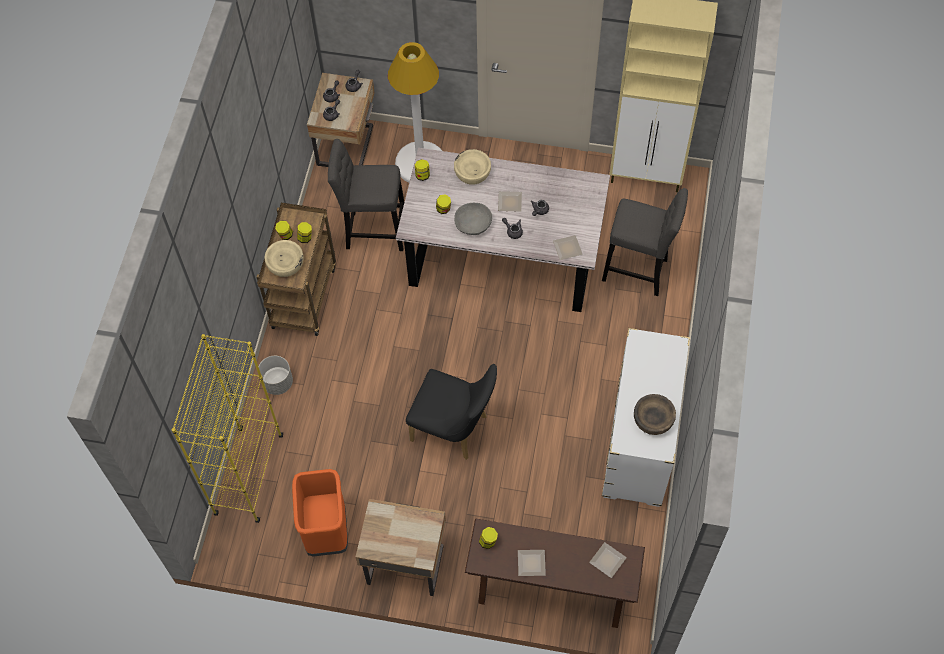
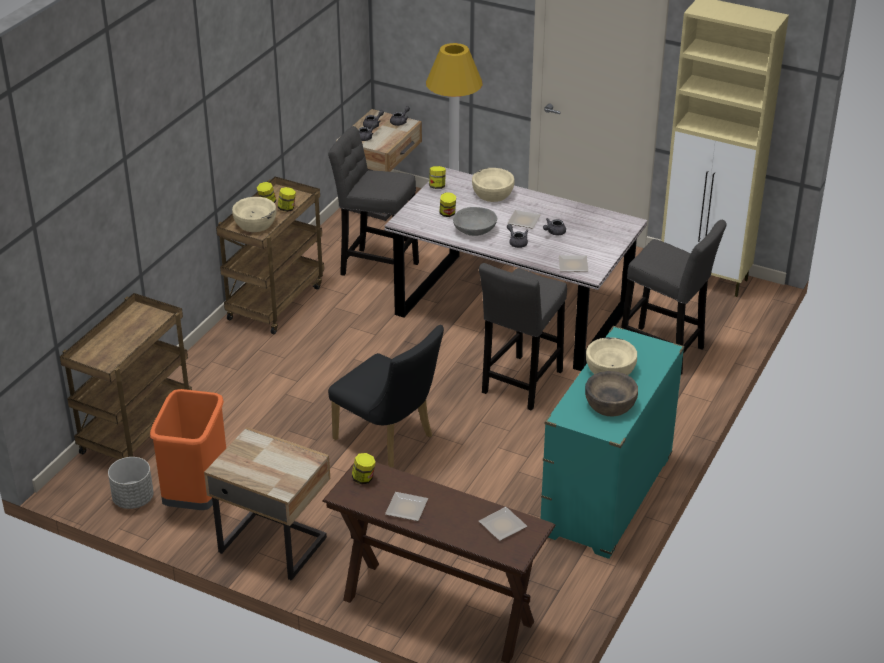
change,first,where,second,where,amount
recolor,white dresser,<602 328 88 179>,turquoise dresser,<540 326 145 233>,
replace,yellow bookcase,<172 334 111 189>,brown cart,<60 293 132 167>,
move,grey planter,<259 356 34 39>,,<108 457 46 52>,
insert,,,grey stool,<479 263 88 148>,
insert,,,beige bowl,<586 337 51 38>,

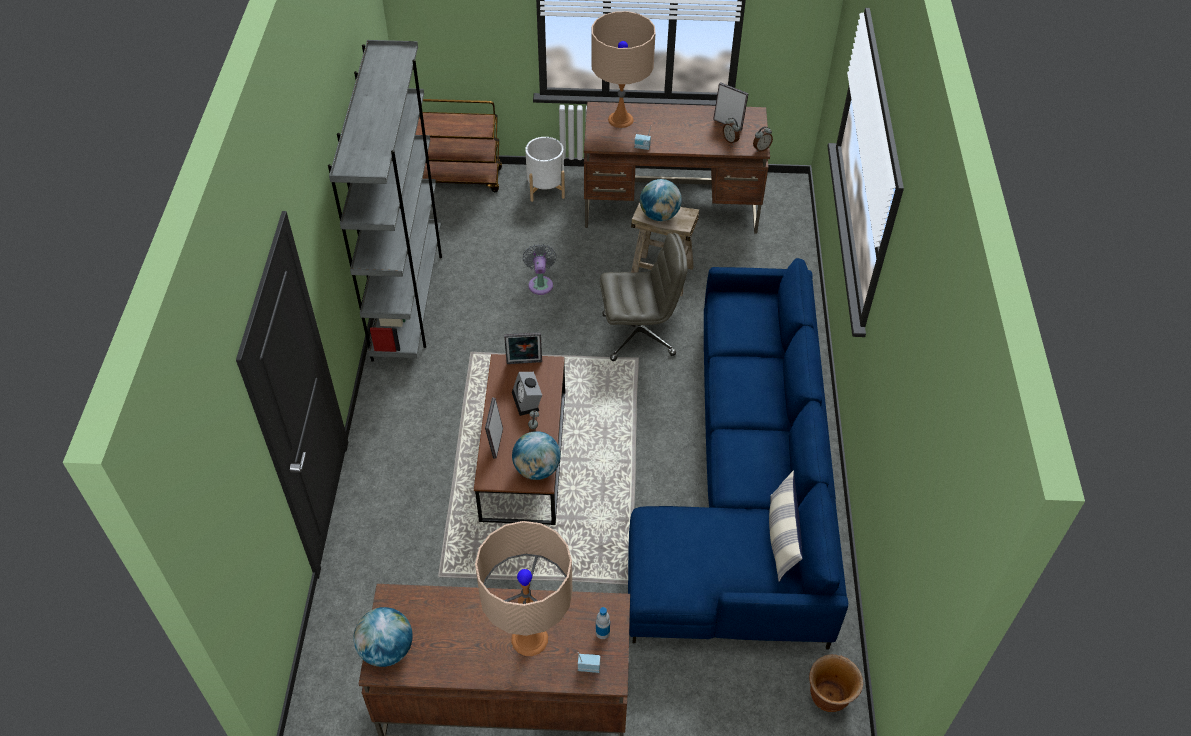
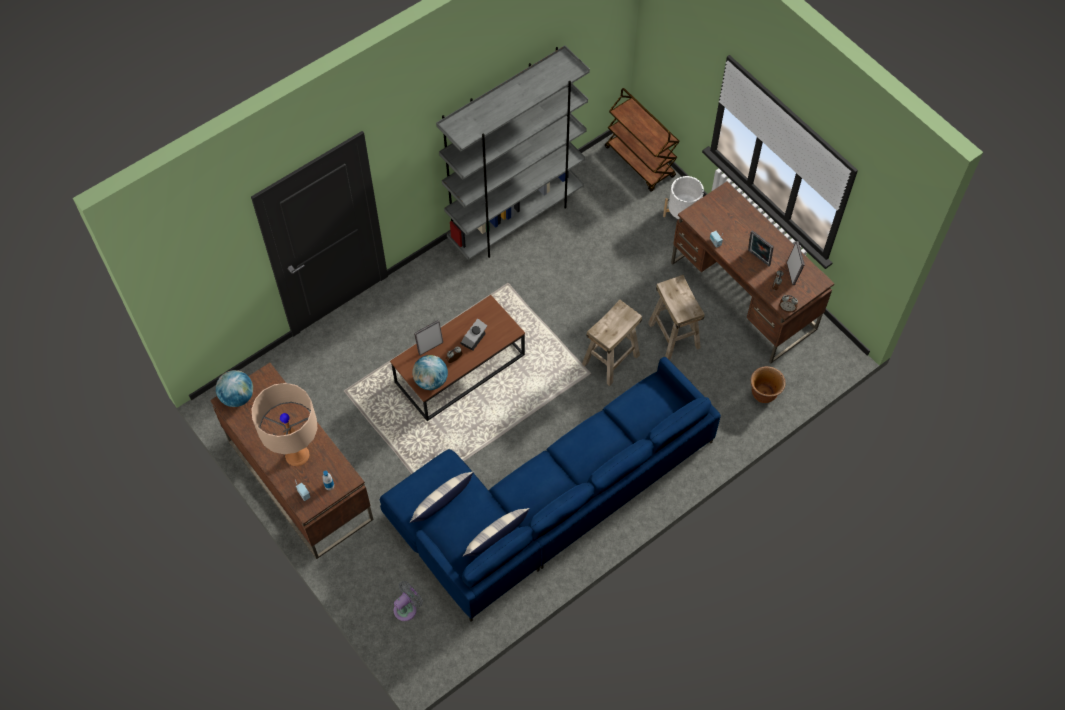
change,first,where,second,where,amount
delete,beige table lamp,<591 11 64 117>,,,
delete,globe,<640 179 42 42>,,,
replace,grey office chair,<600 233 87 128>,beige stool,<582 300 60 86>,
move,grey fan,<523 244 34 51>,,<394 581 29 40>,
move,picture frame,<504 332 38 32>,,<748 230 26 36>,
move,brown planter,<809 654 54 58>,,<751 366 35 37>,
insert,,,pillow,<410 472 64 51>,

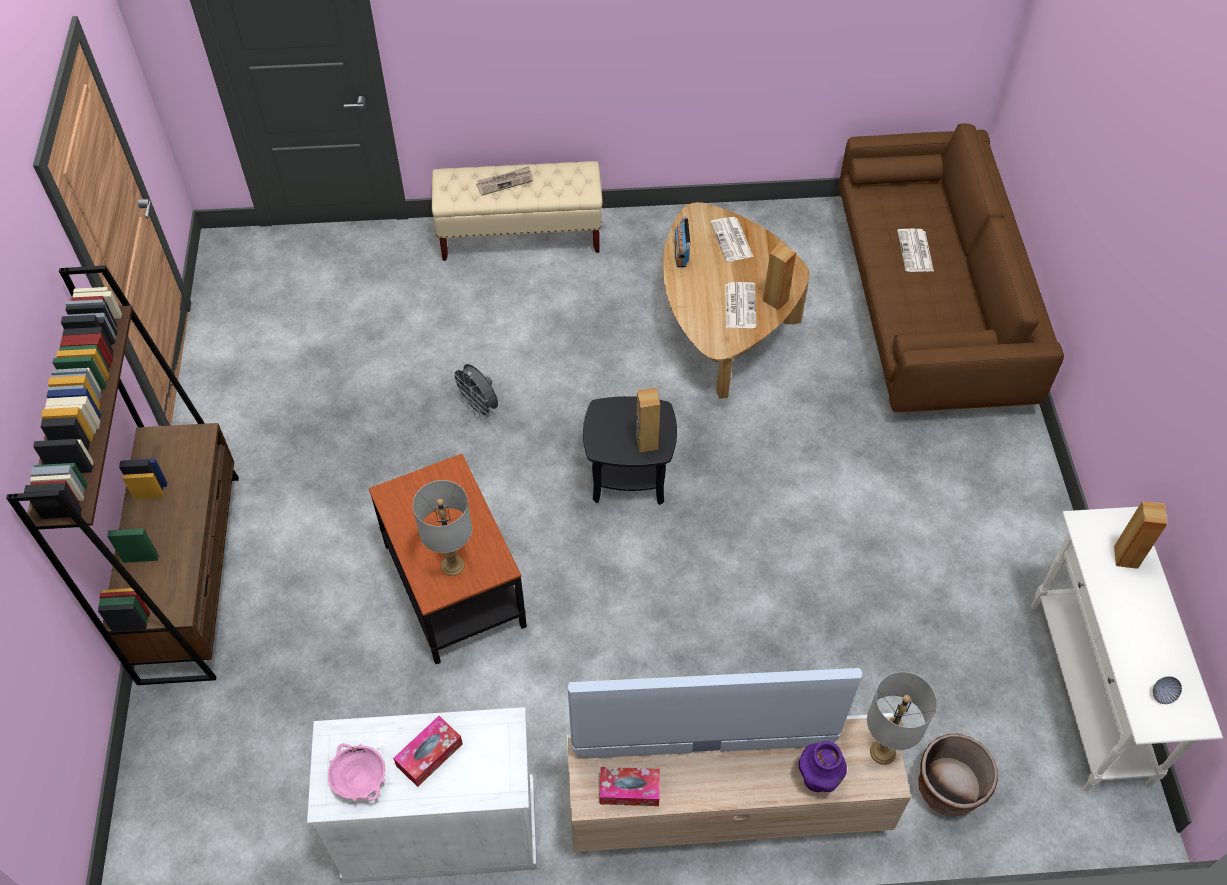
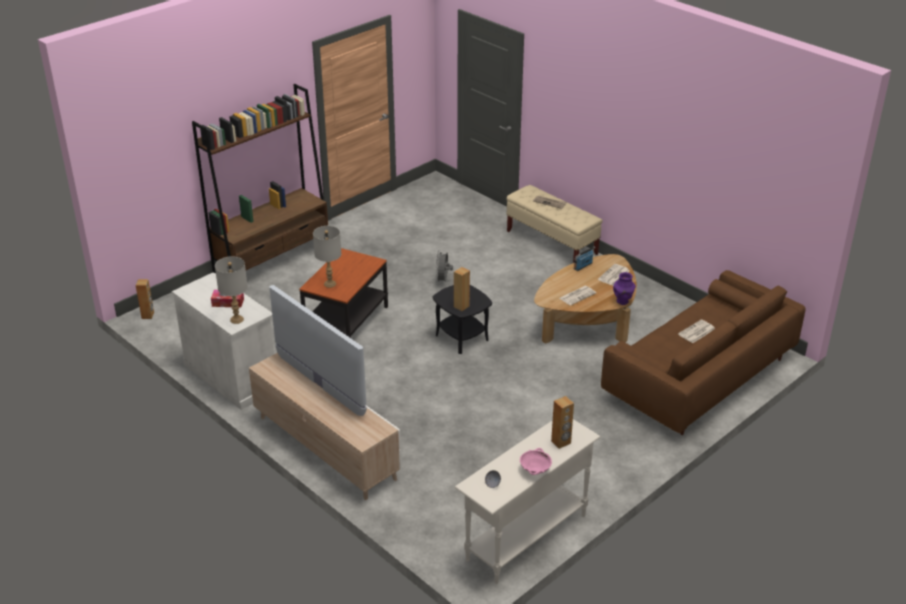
change,first,where,second,where,amount
move,brown speaker,<763 243 33 67>,,<135 279 19 40>,
move,grey table lamp,<867 672 70 93>,,<215 256 33 68>,
delete,brown planter,<918 734 80 83>,,,
move,purple vase,<798 741 49 51>,,<613 272 23 33>,
move,pink bowl,<328 743 57 58>,,<520 448 32 27>,
delete,tissue box,<599 767 61 39>,,,

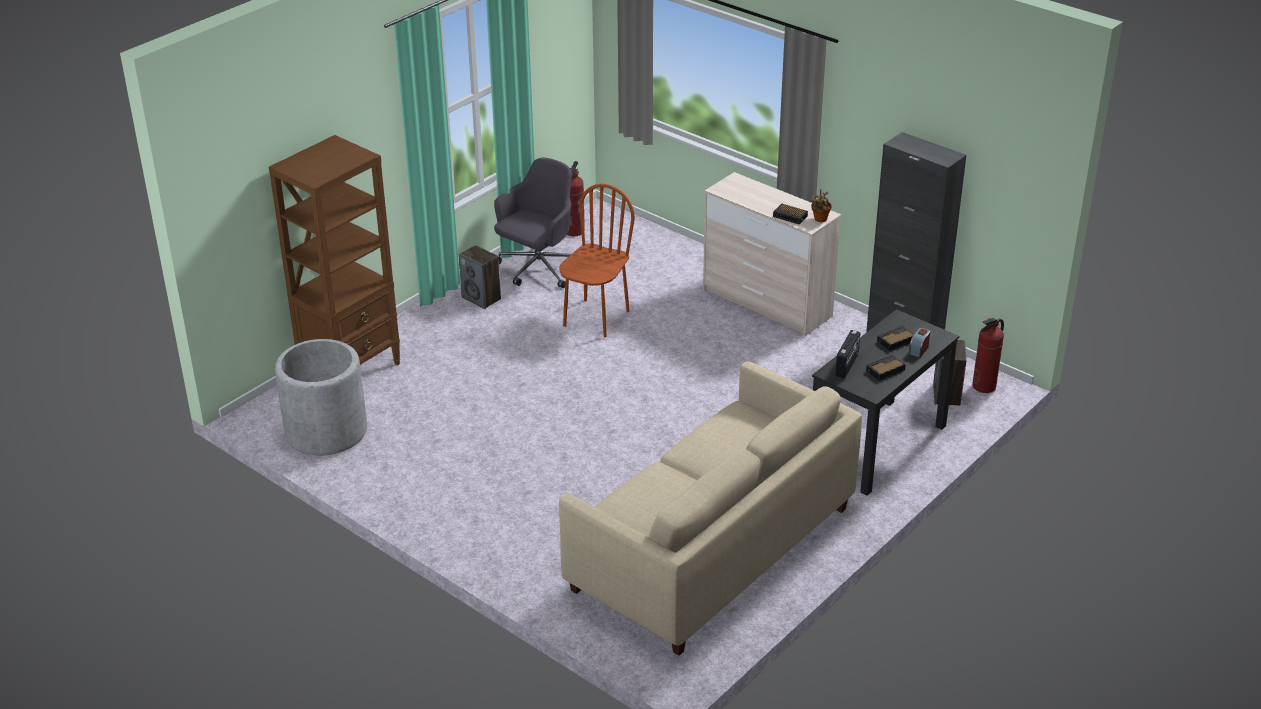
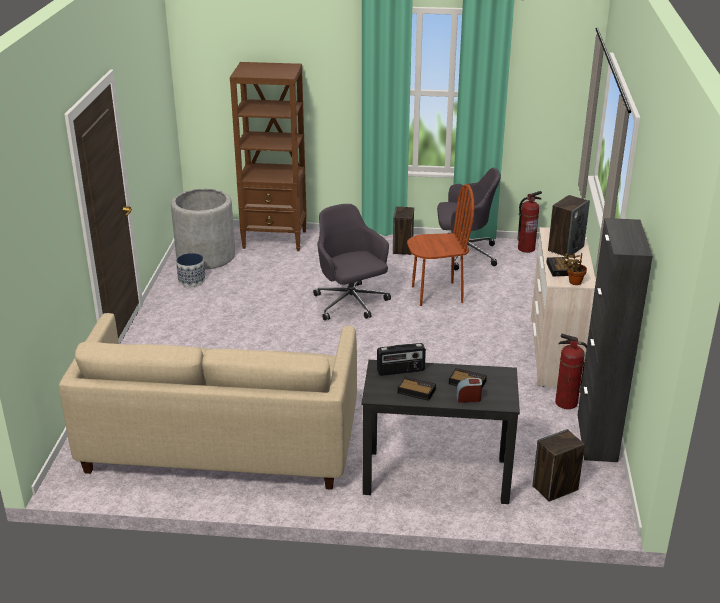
change,first,where,second,where,amount
move,fire extinguisher,<972 318 32 75>,,<555 334 32 75>,
insert,,,speaker,<548 195 42 63>,
insert,,,grey office chair,<313 204 78 117>,
insert,,,planter,<176 253 29 34>,

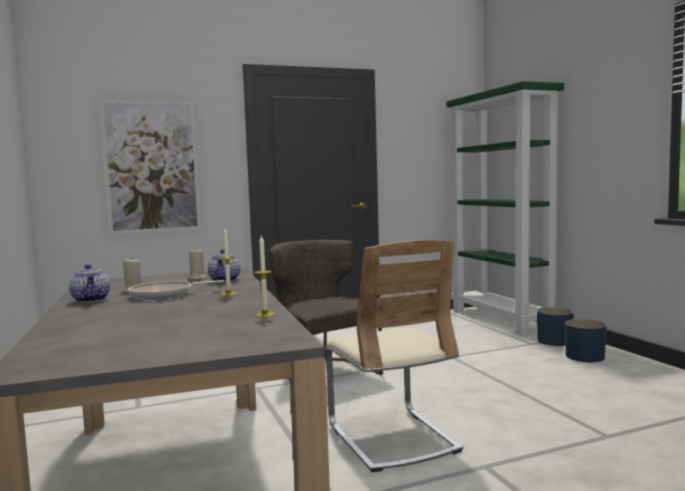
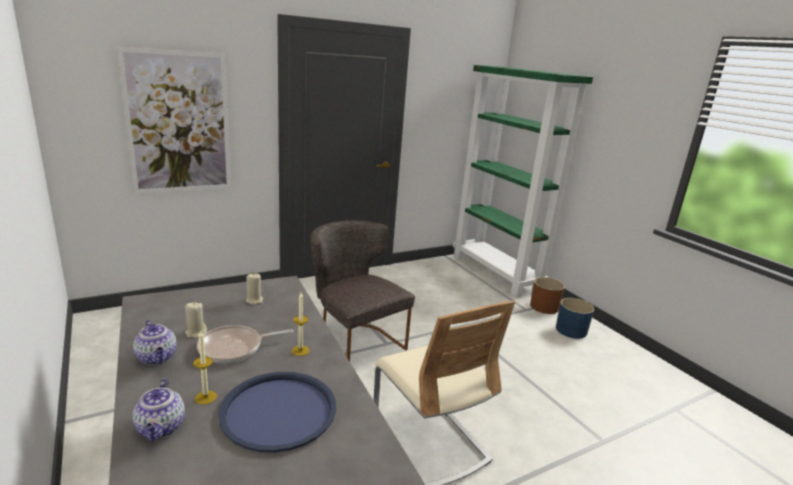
change,first,where,second,where,amount
move,candle,<254 235 22 82>,,<193 331 24 74>,
move,teapot,<208 249 32 33>,,<133 378 52 63>,
recolor,blue planter,<537 307 37 39>,brown planter,<530 277 35 37>,
insert,,,blue tray,<218 372 118 81>,

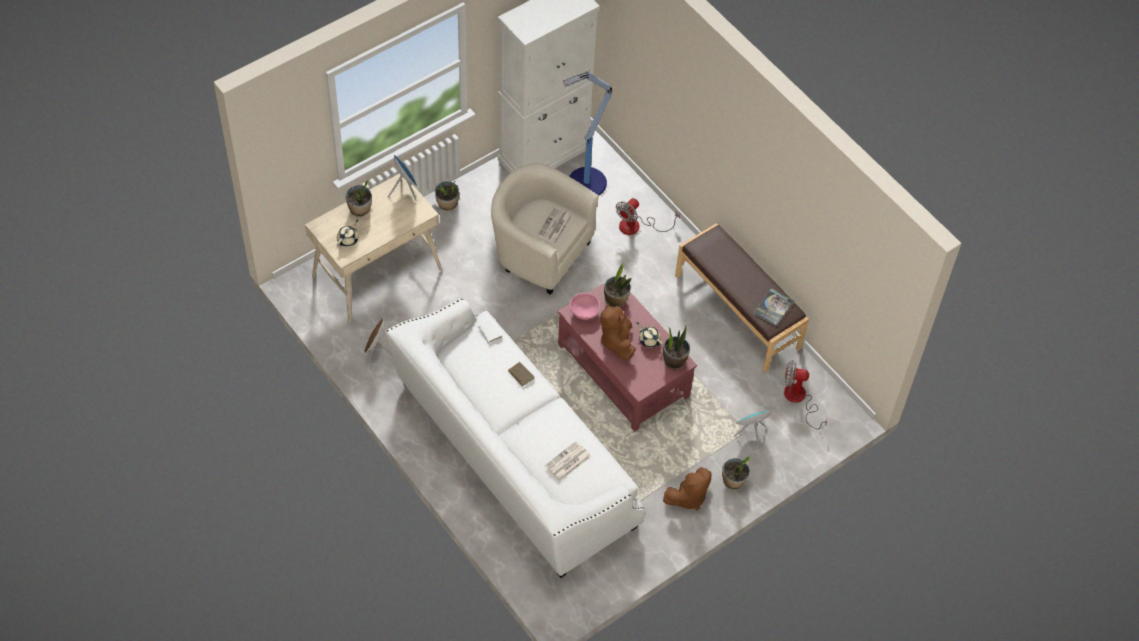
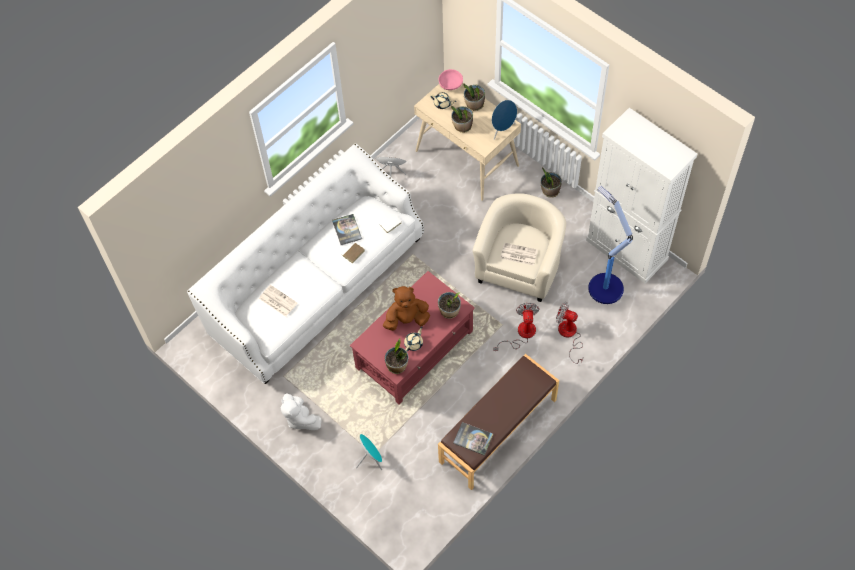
change,first,where,second,where,amount
move,pink bowl,<570 293 30 27>,,<439 69 24 21>,
move,fan,<784 360 43 69>,,<493 303 46 48>,
move,potted plant,<722 456 30 34>,,<451 106 22 27>,
recolor,brown plush toy,<663 467 49 43>,white plush toy,<281 394 40 36>,
insert,,,book,<332 214 30 31>,

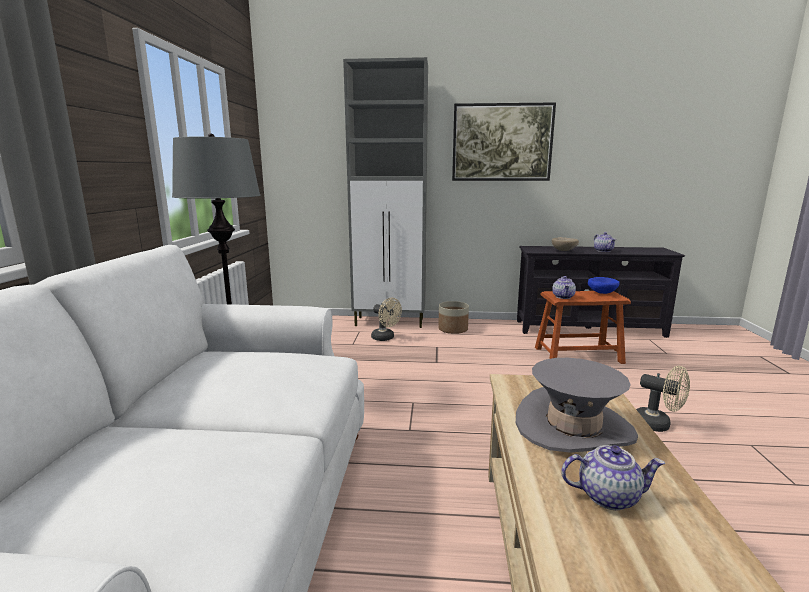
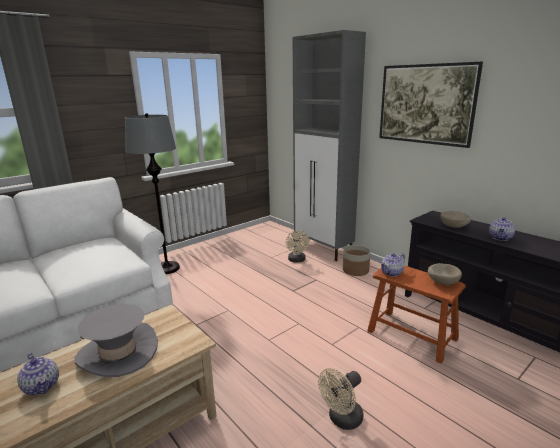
change,first,where,second,where,amount
recolor,blue bowl,<588 277 32 17>,beige bowl,<428 263 34 22>,
rotate,beige fan,<636 366 54 66>,,<318 368 46 62>,60 degrees clockwise

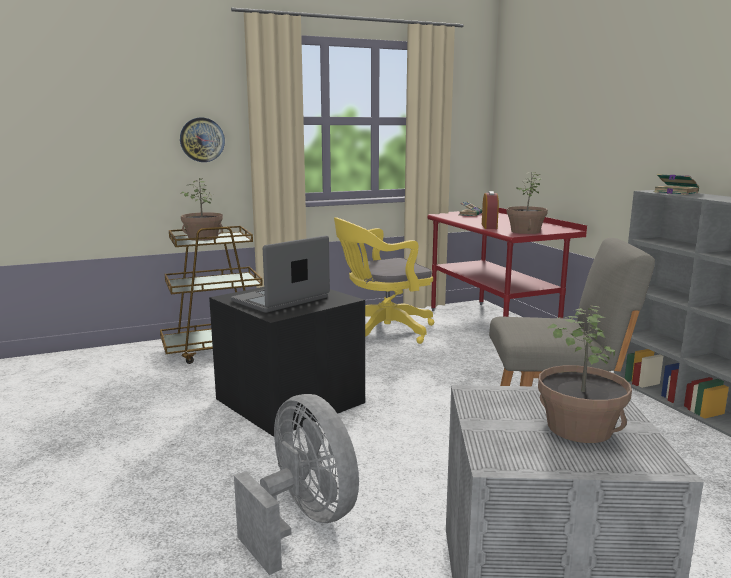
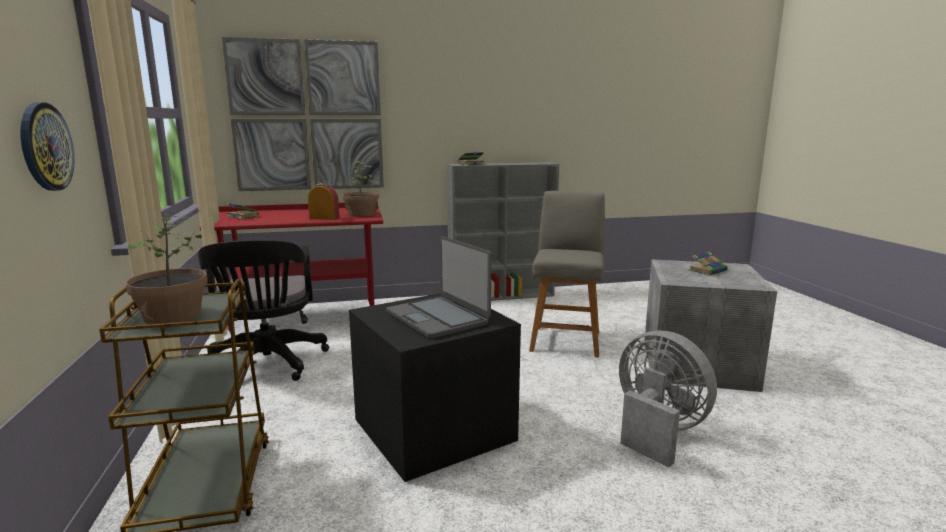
change,first,where,second,where,amount
recolor,yellow office chair,<334 217 100 127>,black office chair,<198 240 131 141>,
replace,potted plant,<538 305 94 138>,book,<689 252 39 24>,
rotate,grey fan,<234 394 125 181>,,<619 331 98 136>,75 degrees clockwise
insert,,,picture,<222 37 162 154>,

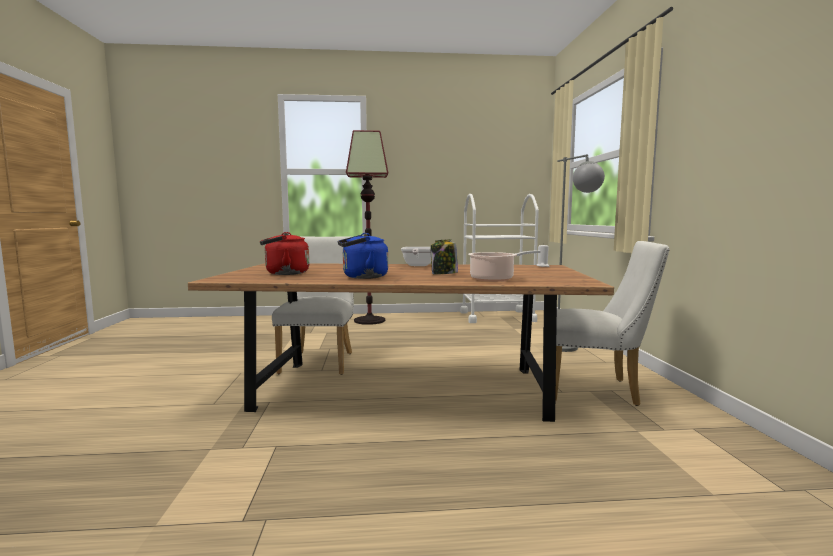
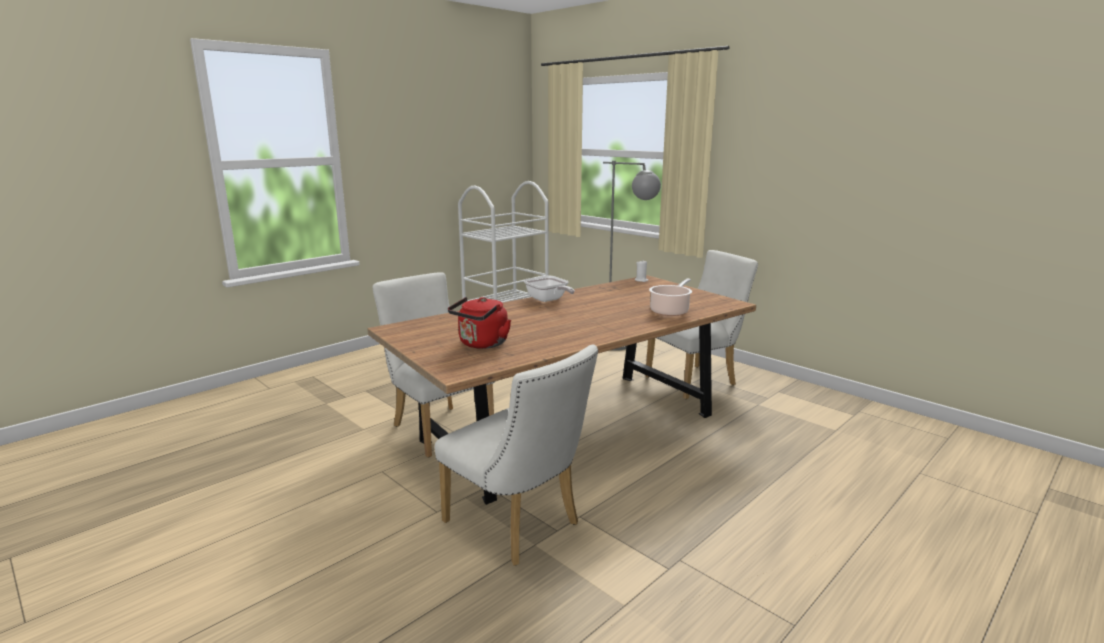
change,first,where,second,where,amount
delete,floor lamp,<346 130 42 195>,,,
delete,blue kettle,<338 233 50 46>,,,
delete,jar,<431 239 27 35>,,,
insert,,,white chair,<435 345 163 221>,

